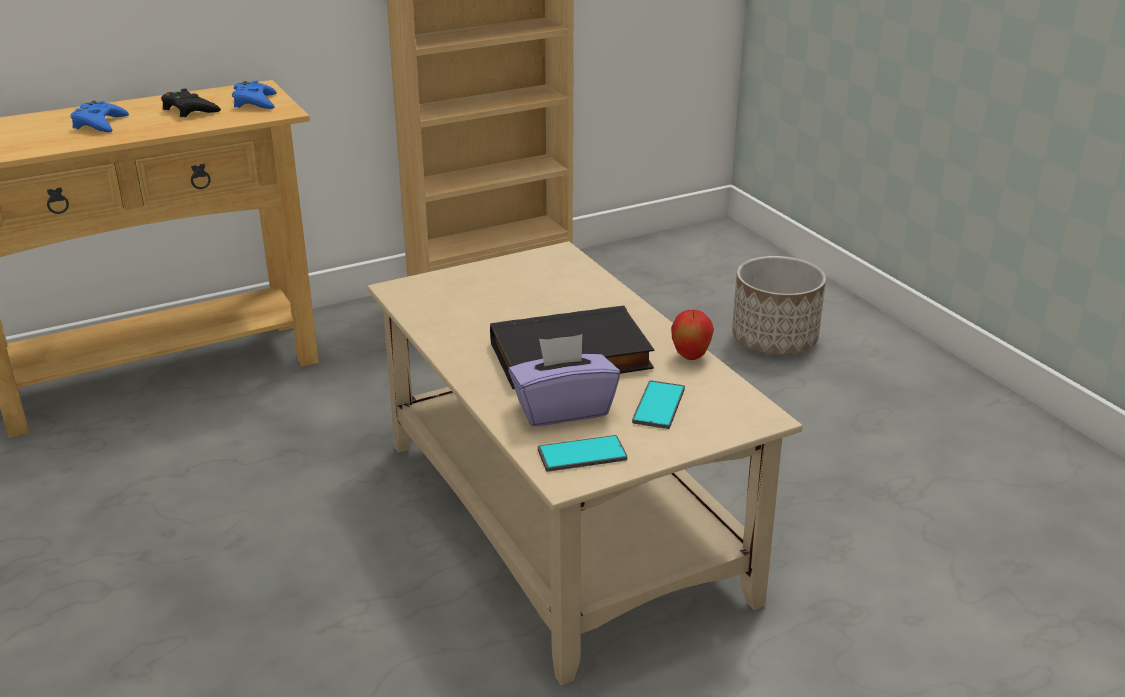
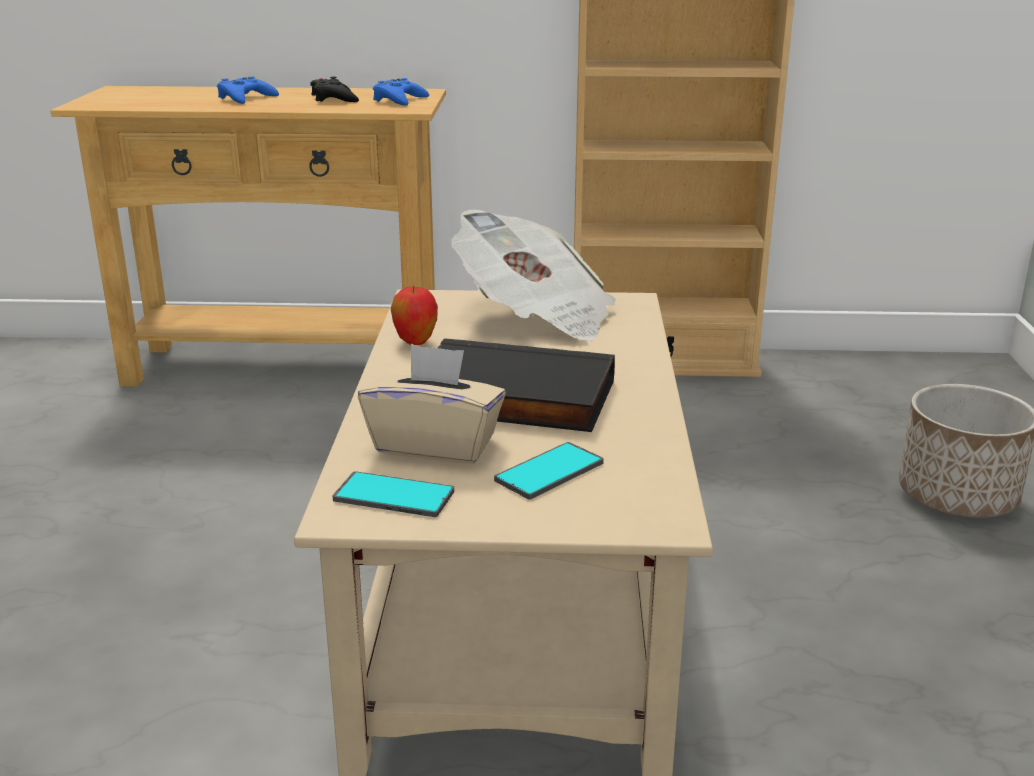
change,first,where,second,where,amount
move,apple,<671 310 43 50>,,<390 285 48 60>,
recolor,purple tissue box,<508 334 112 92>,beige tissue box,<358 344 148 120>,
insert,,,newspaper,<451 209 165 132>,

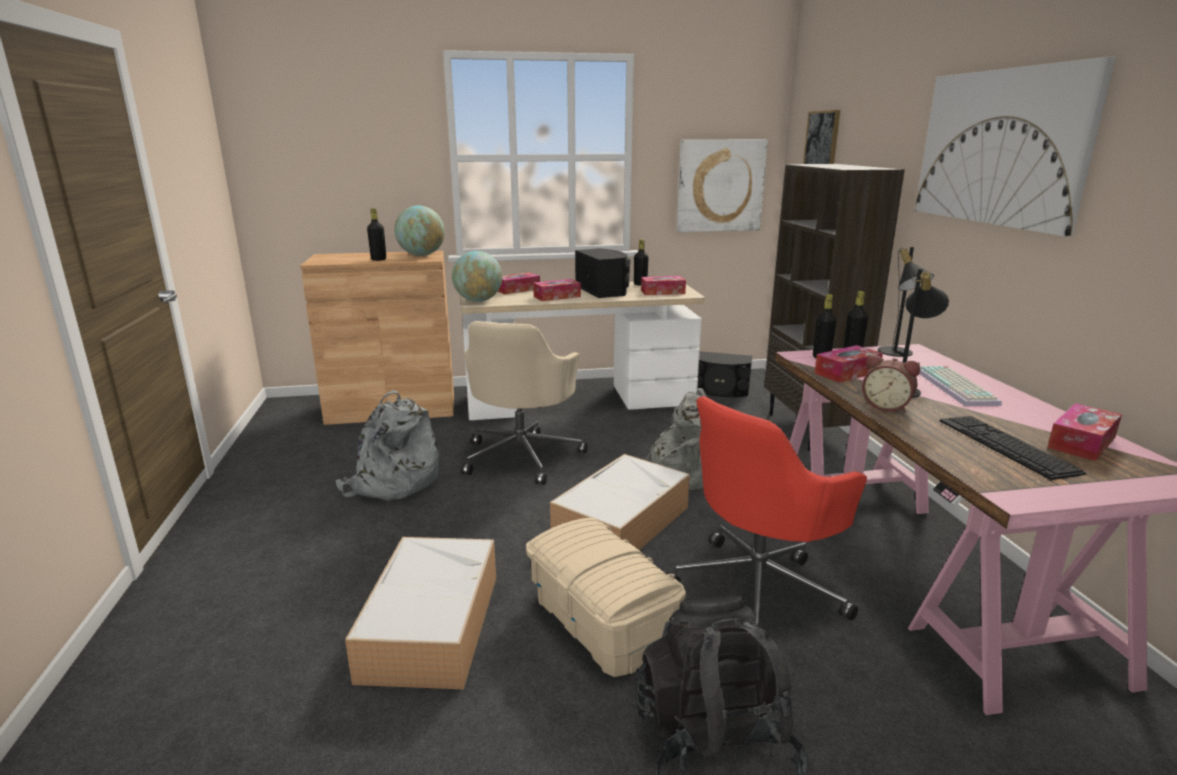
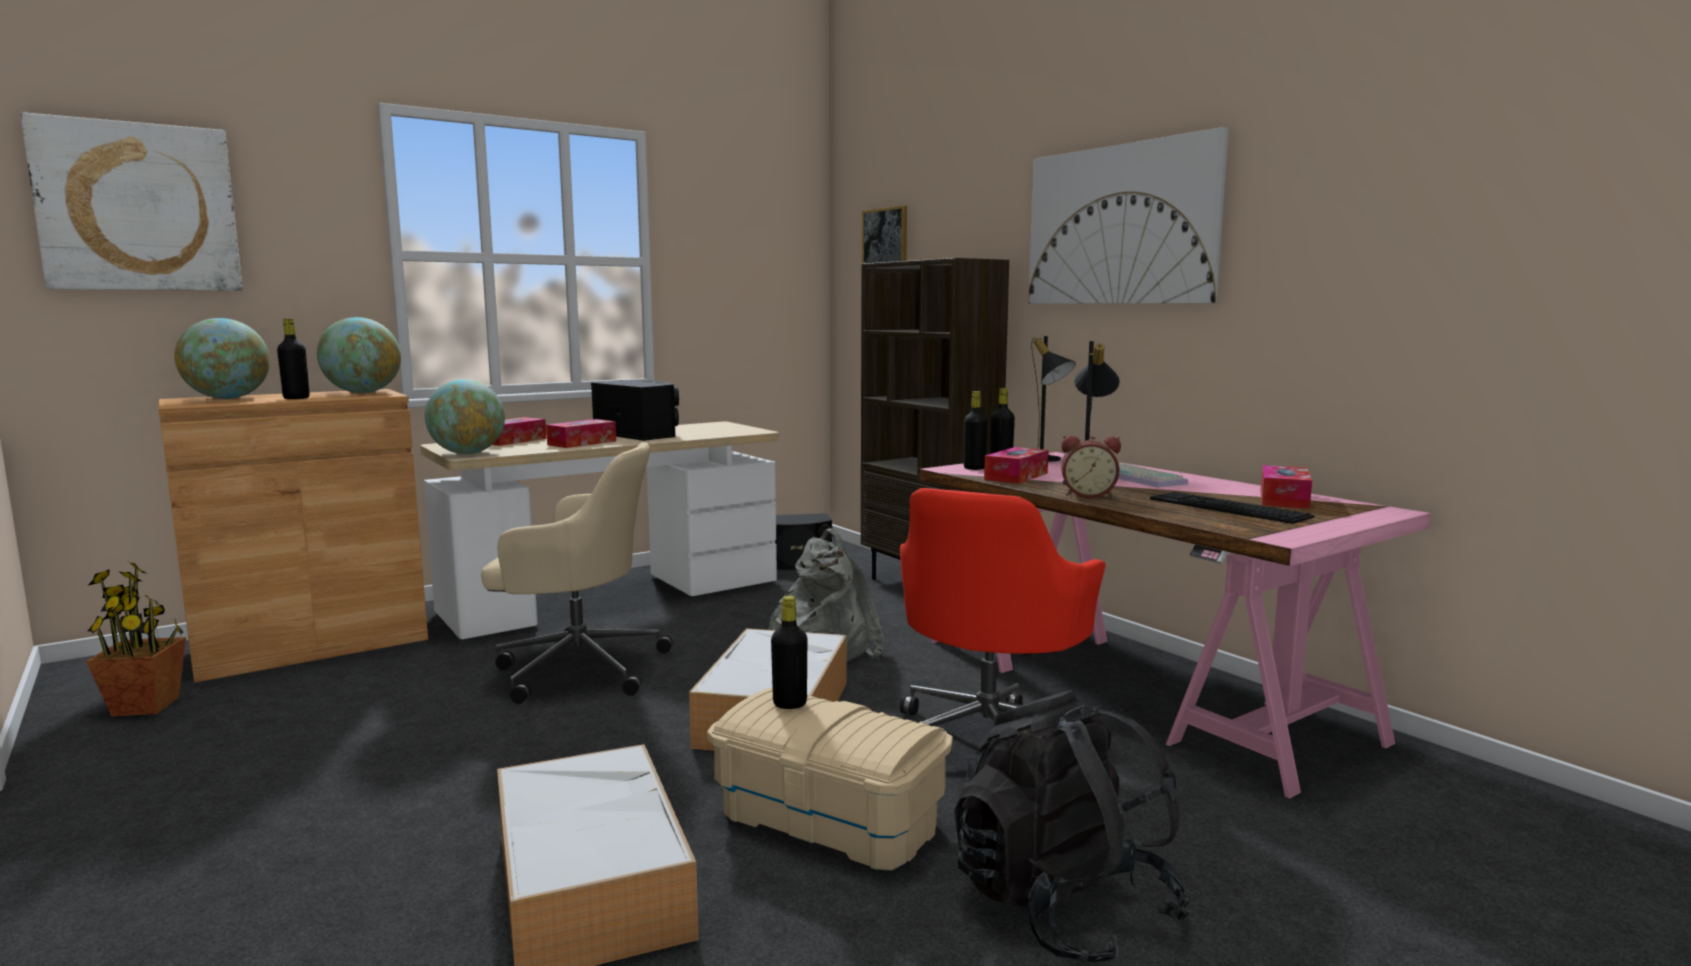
change,first,where,second,where,amount
move,picture,<677 139 91 93>,,<20 112 223 179>,
move,black bottle,<634 239 15 47>,,<771 596 36 113>,
delete,tissue box,<641 276 45 19>,,,
rotate,beige office chair,<461 321 127 164>,,<481 442 192 262>,75 degrees counterclockwise
delete,grey backpack,<335 390 104 111>,,,
insert,,,globe,<174 318 96 81>,
insert,,,potted plant,<86 562 100 155>,

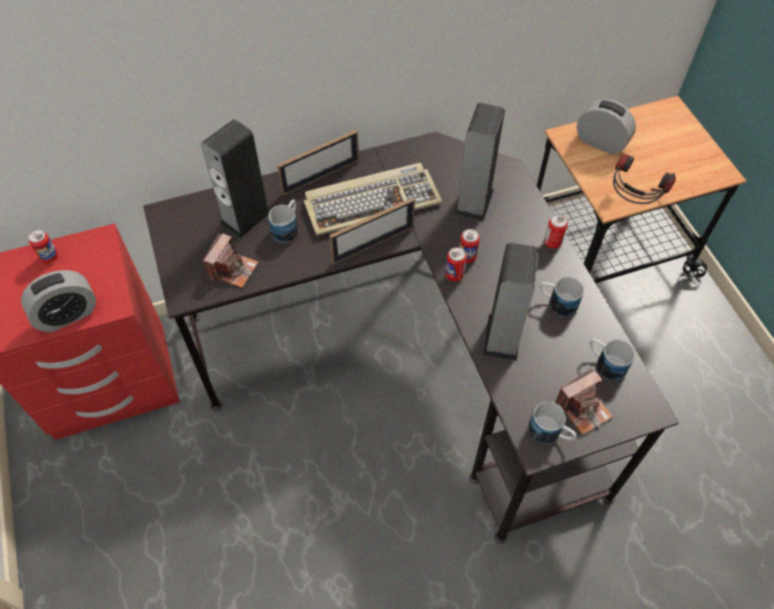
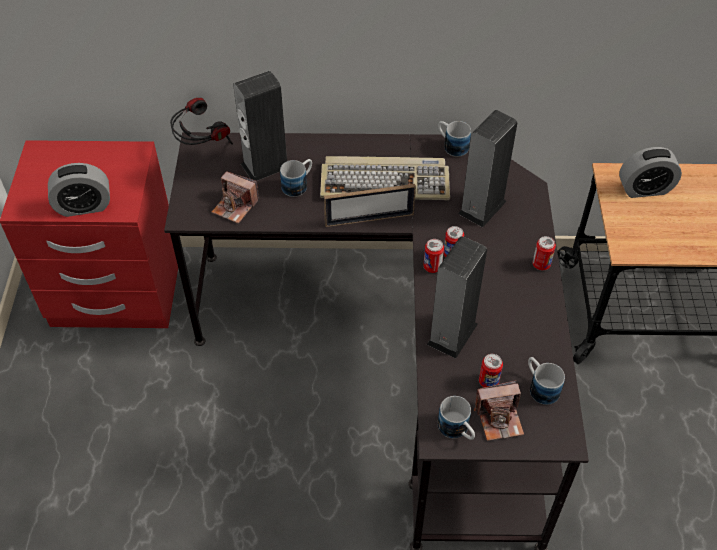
change,first,where,second,where,amount
rotate,alarm clock,<577 99 59 56>,,<619 147 63 51>,120 degrees clockwise
delete,picture frame,<277 130 82 65>,,,
move,headphones,<613 154 63 50>,,<170 98 63 47>,
move,can,<29 230 29 33>,,<479 354 24 33>,
rotate,photo camera,<203 233 55 55>,,<212 171 47 53>,75 degrees clockwise
move,mug,<539 277 45 40>,,<438 121 33 36>,

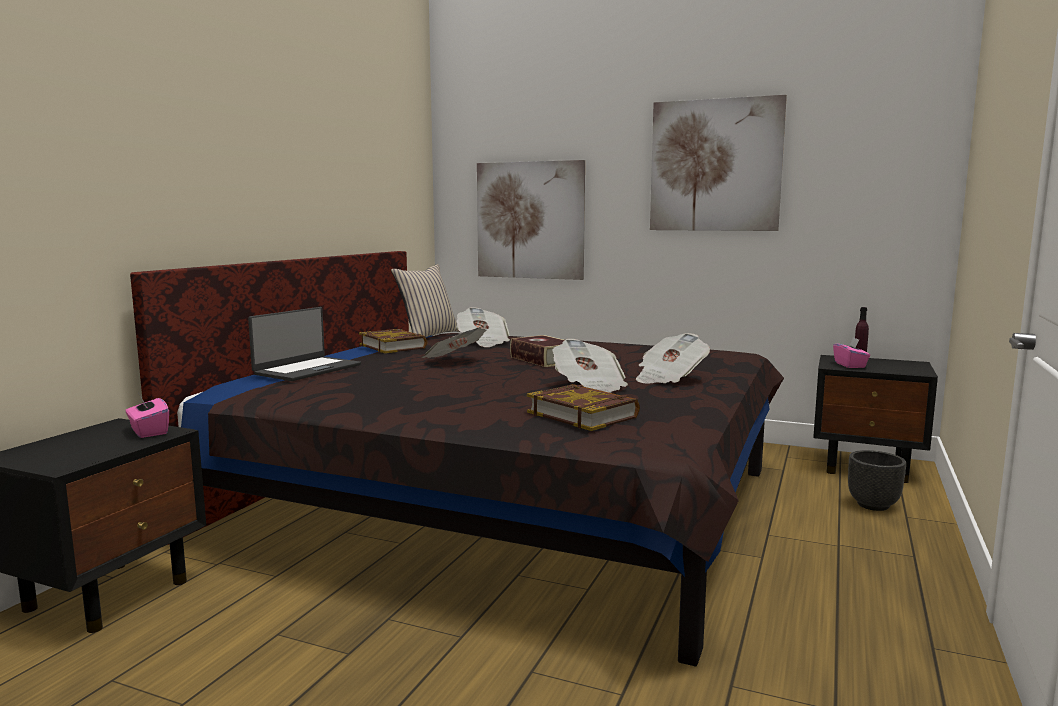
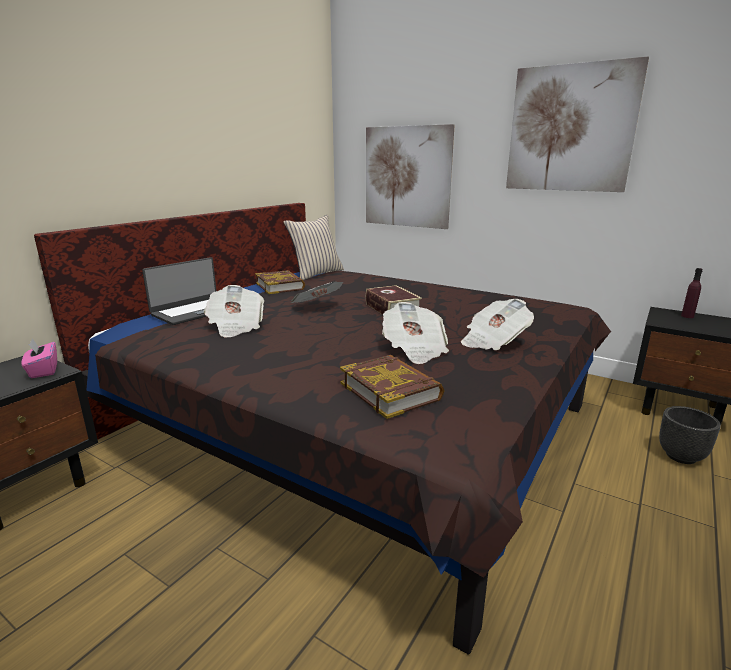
change,first,where,second,where,amount
move,newspaper,<456 307 54 40>,,<204 285 60 53>,
delete,pink tissue box,<833 337 37 31>,,,

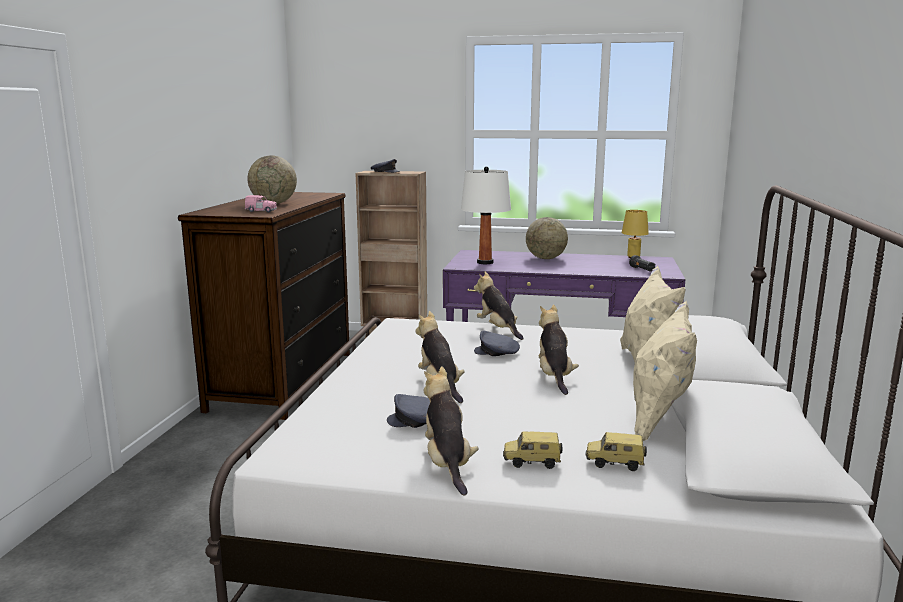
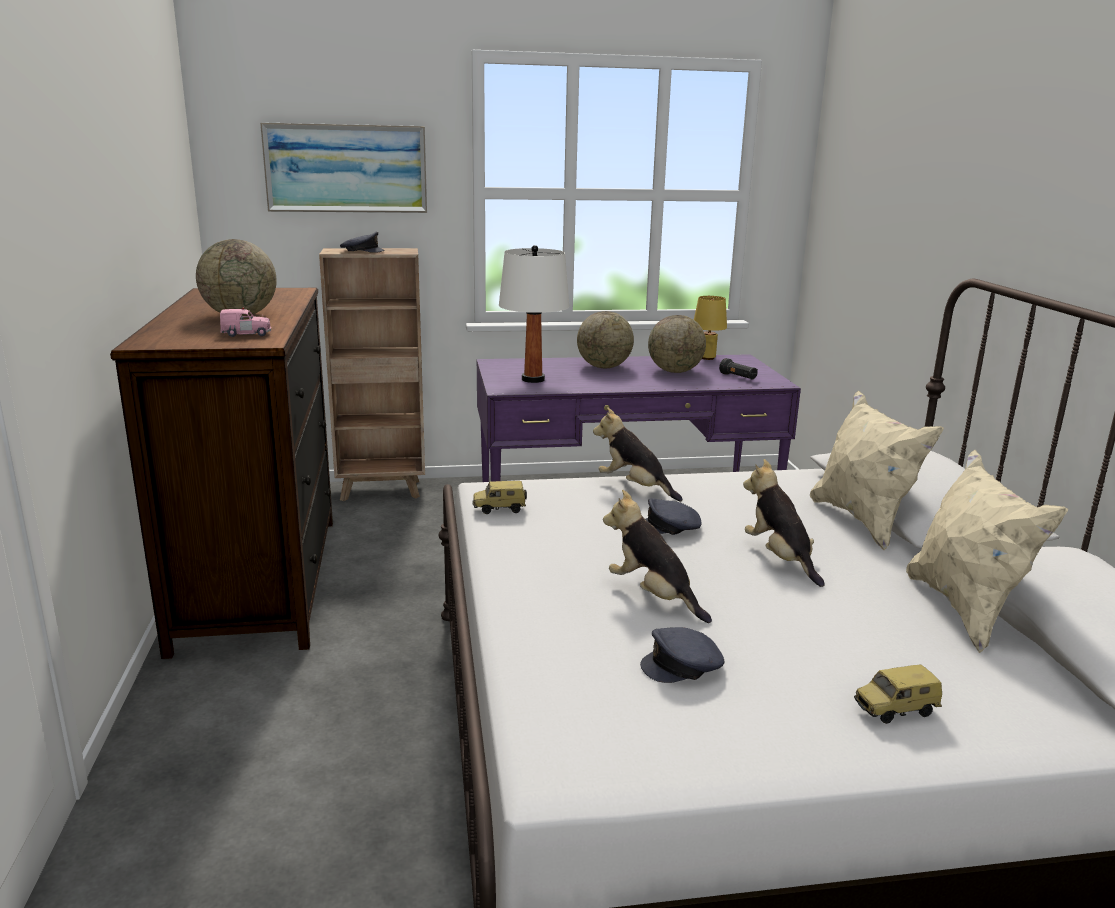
change,first,where,second,where,amount
delete,plush toy,<423 366 55 130>,,,
move,toy car,<585 432 62 39>,,<472 481 55 33>,
insert,,,picture,<260 122 167 91>,
insert,,,globe,<648 315 58 58>,

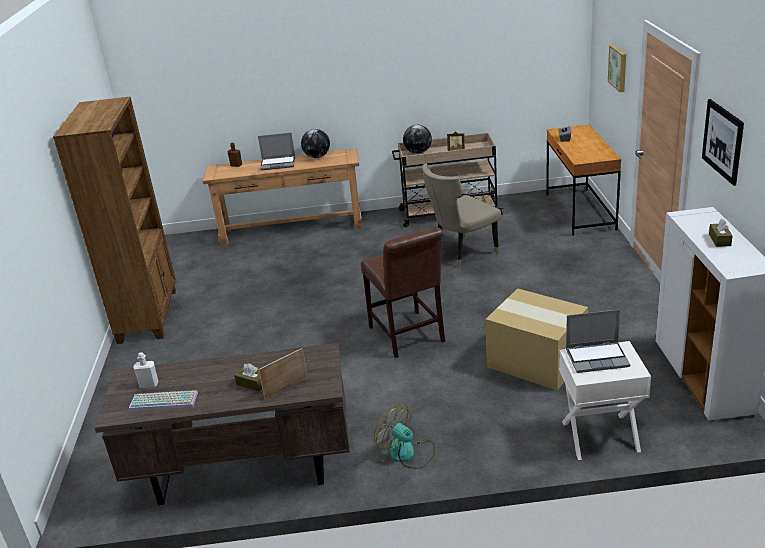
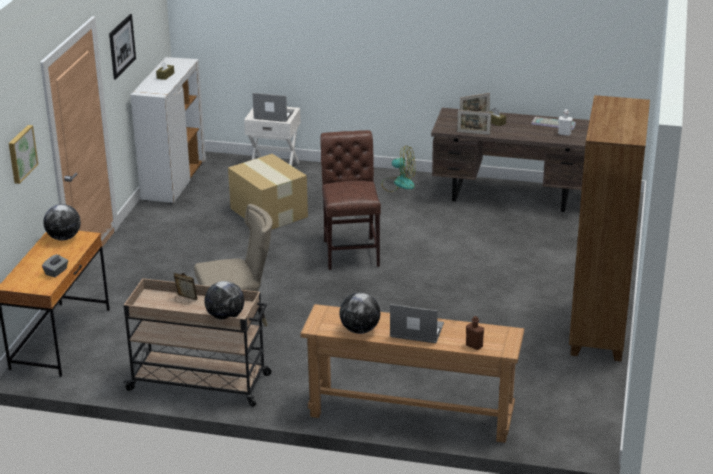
change,first,where,second,where,amount
rotate,fan,<374 404 61 65>,,<382 145 33 47>,45 degrees counterclockwise
insert,,,picture frame,<457 110 34 25>,
insert,,,globe,<43 204 38 37>,

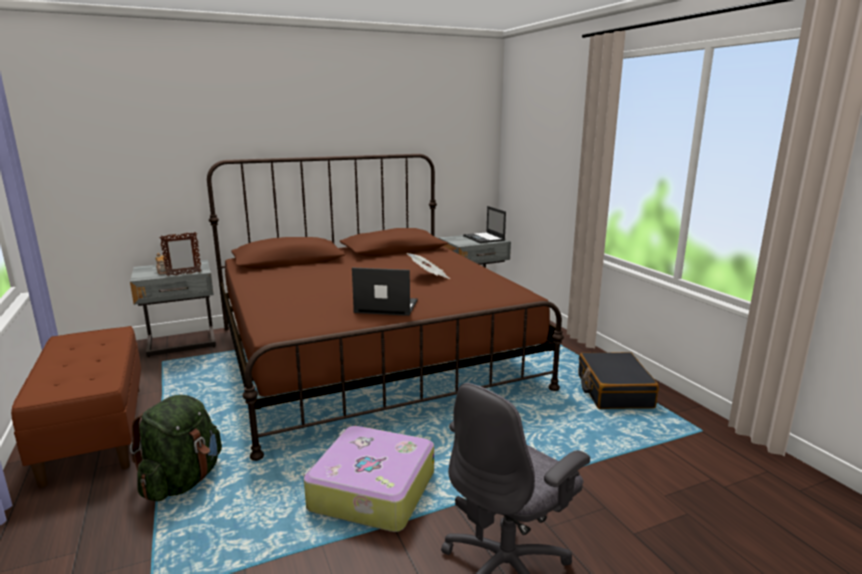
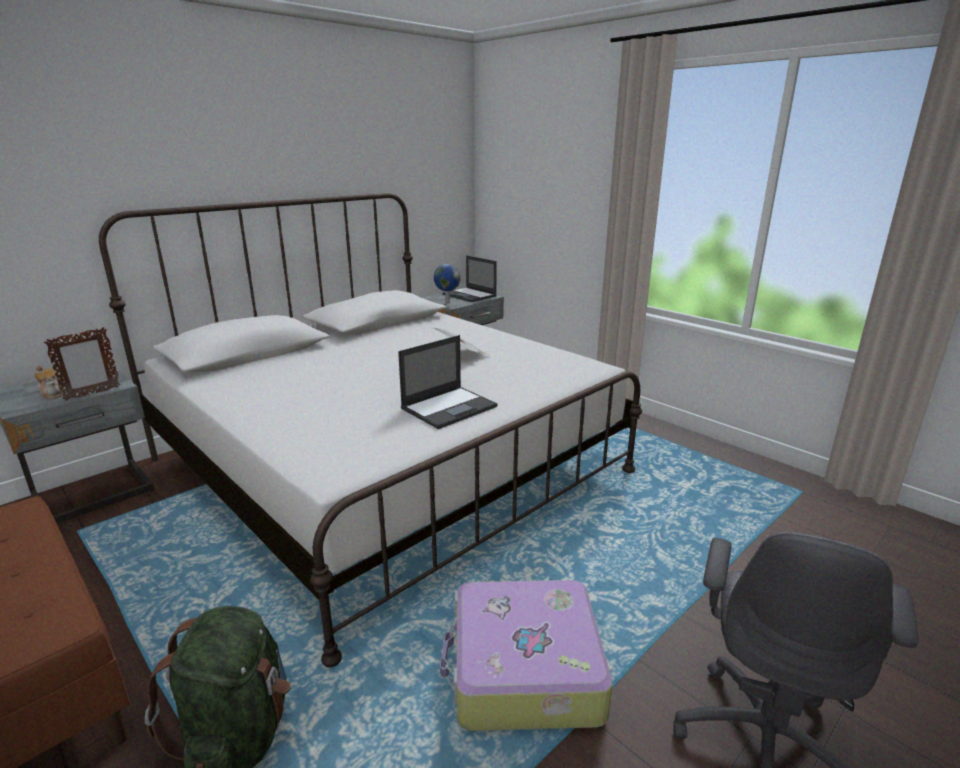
change,first,where,second,where,amount
recolor,brown bed,<207 154 357 307>,white bed,<99 193 543 474>,
rotate,laptop,<352 267 66 49>,,<398 335 99 94>,150 degrees clockwise
delete,black suitcase,<578 352 81 57>,,,
insert,,,globe,<434 264 27 40>,

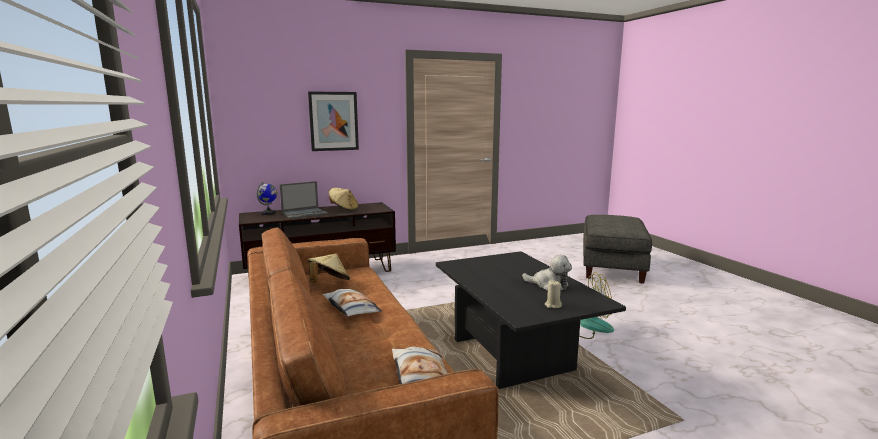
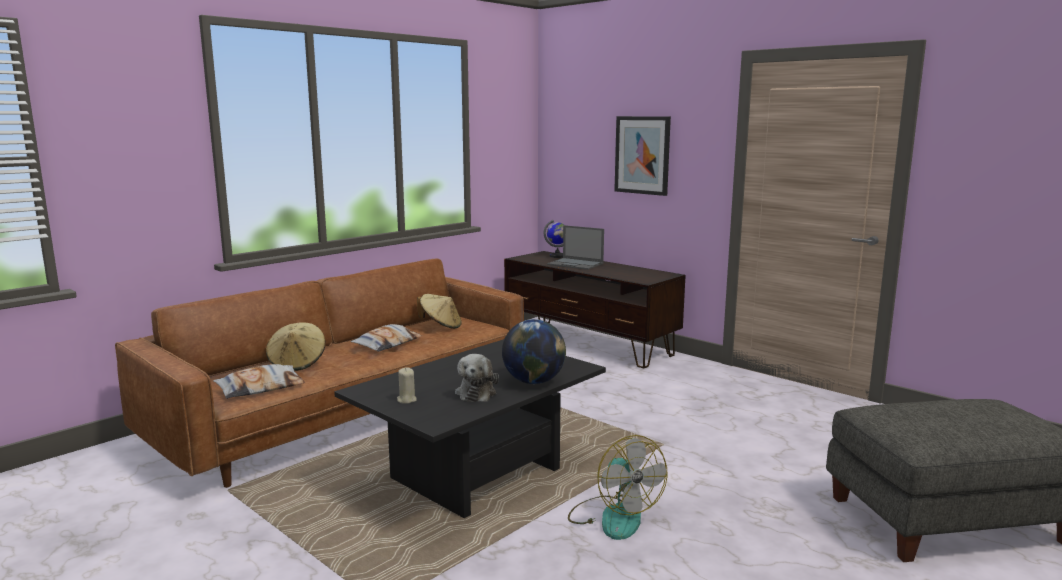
change,first,where,second,where,amount
move,beige hat,<329 188 29 23>,,<266 322 59 49>,
insert,,,globe,<502 319 64 65>,

